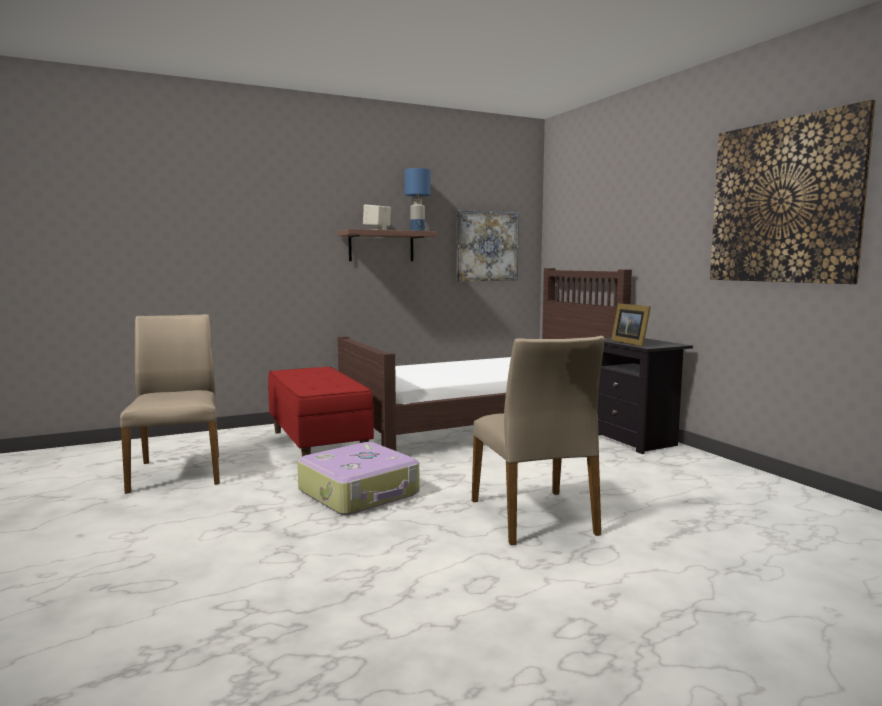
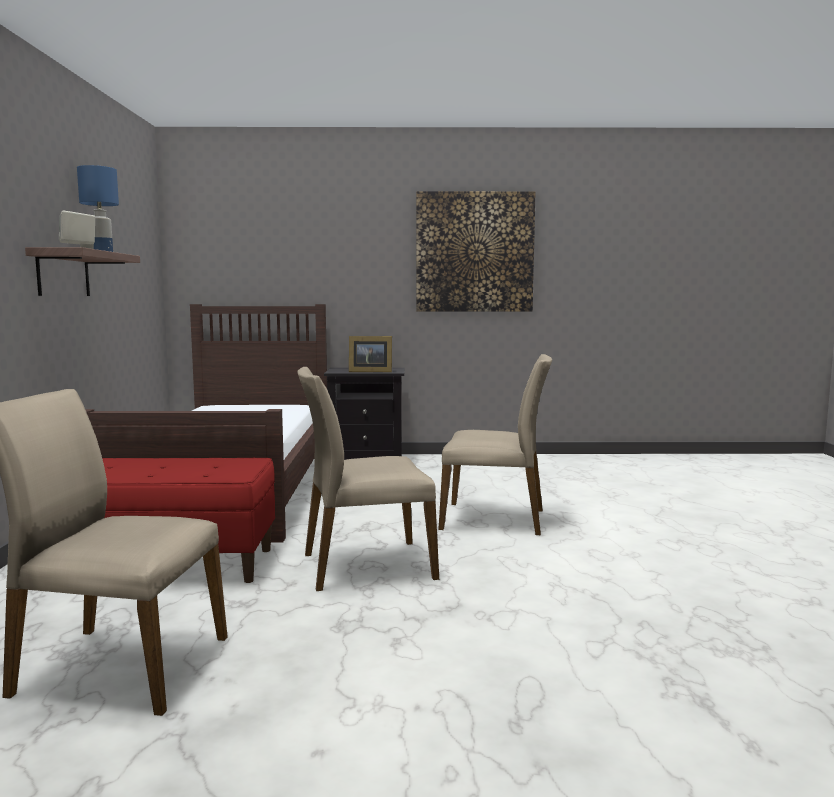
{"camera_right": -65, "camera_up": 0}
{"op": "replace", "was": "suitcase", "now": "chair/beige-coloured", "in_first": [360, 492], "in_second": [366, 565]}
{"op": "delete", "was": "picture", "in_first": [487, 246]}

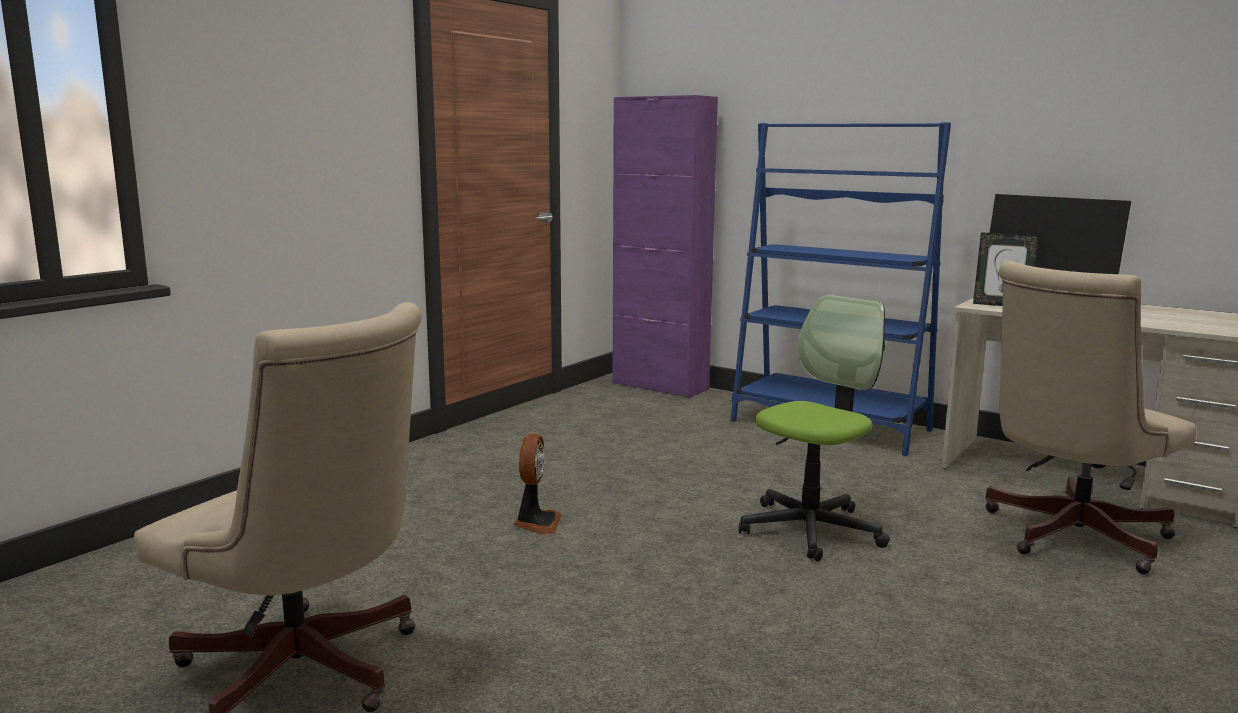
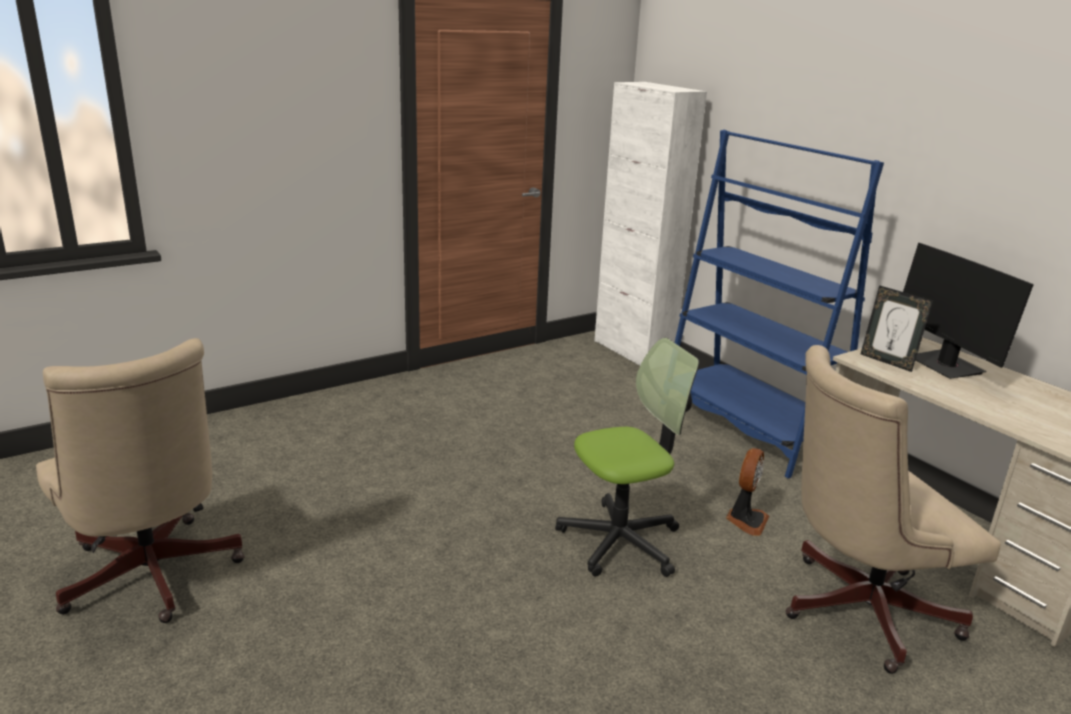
{"camera_right": 20, "camera_up": 10}
{"op": "recolor", "was": "storage cabinet/purplish", "now": "storage cabinet/white-coloured", "in_first": [660, 386], "in_second": [633, 352]}
{"op": "move", "was": "cooling fan", "in_first": [536, 523], "in_second": [746, 520]}

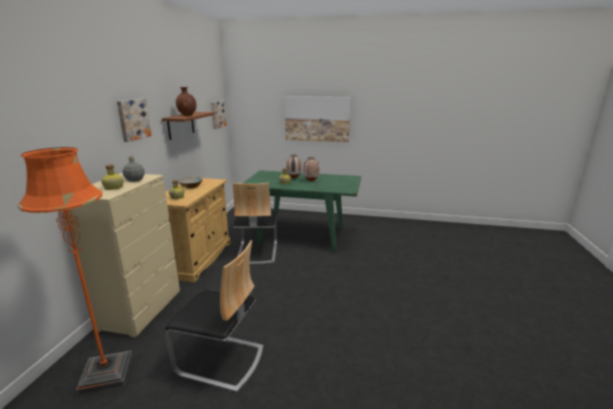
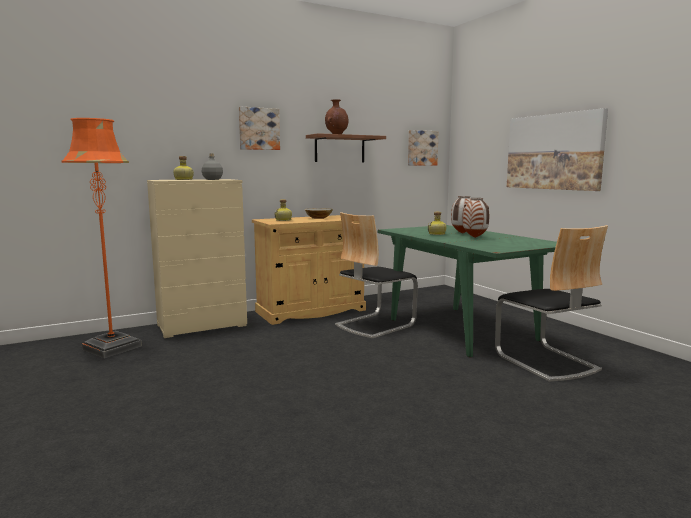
{"camera_right": 50, "camera_up": -10}
{"op": "move", "was": "chair", "in_first": [220, 360], "in_second": [546, 362]}

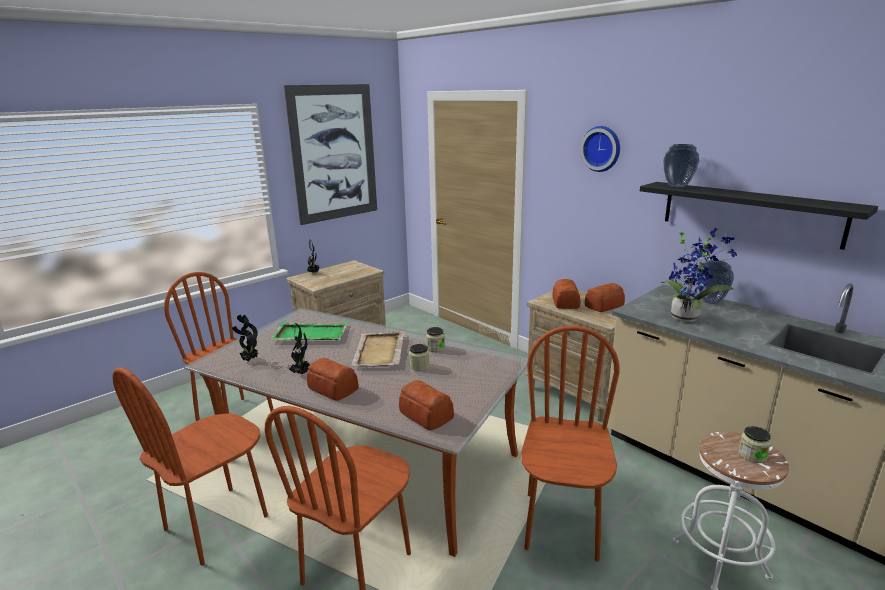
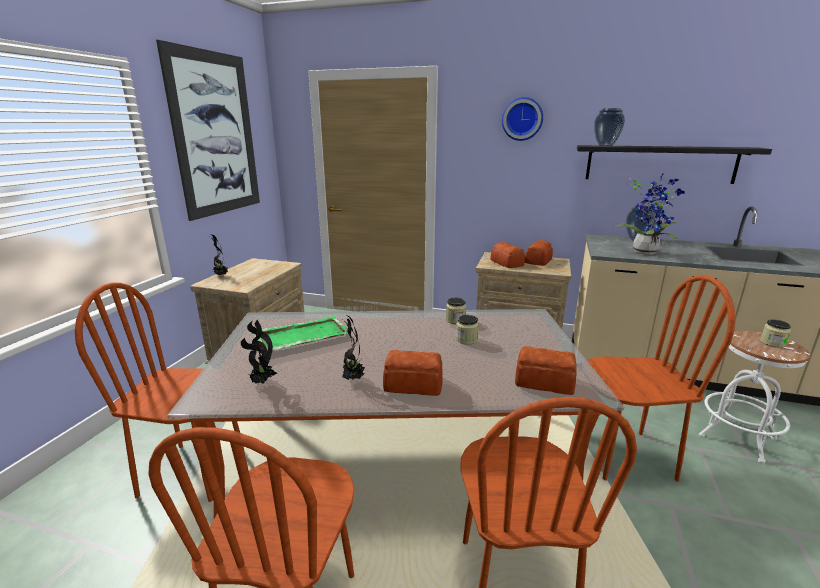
{"camera_right": -30, "camera_up": 0}
{"op": "rotate", "was": "chair/brown", "in_first": [562, 525], "in_second": [624, 456], "clockwise": 105}
{"op": "delete", "was": "tray/beige-coloured", "in_first": [379, 351]}

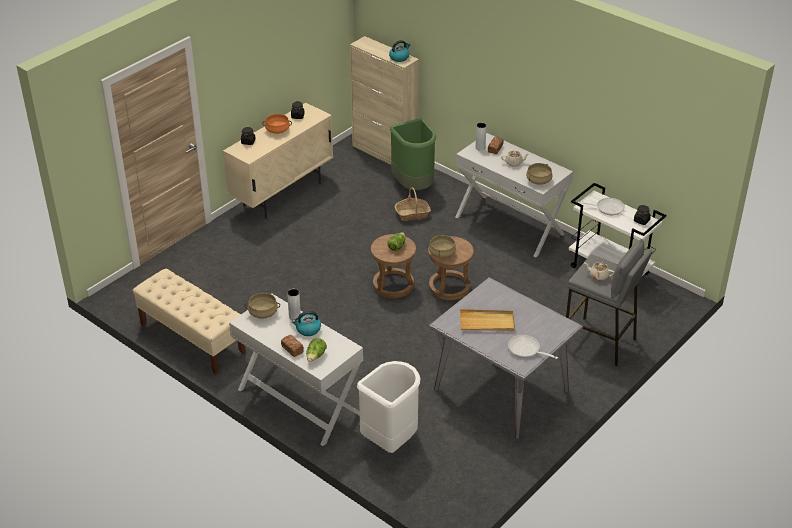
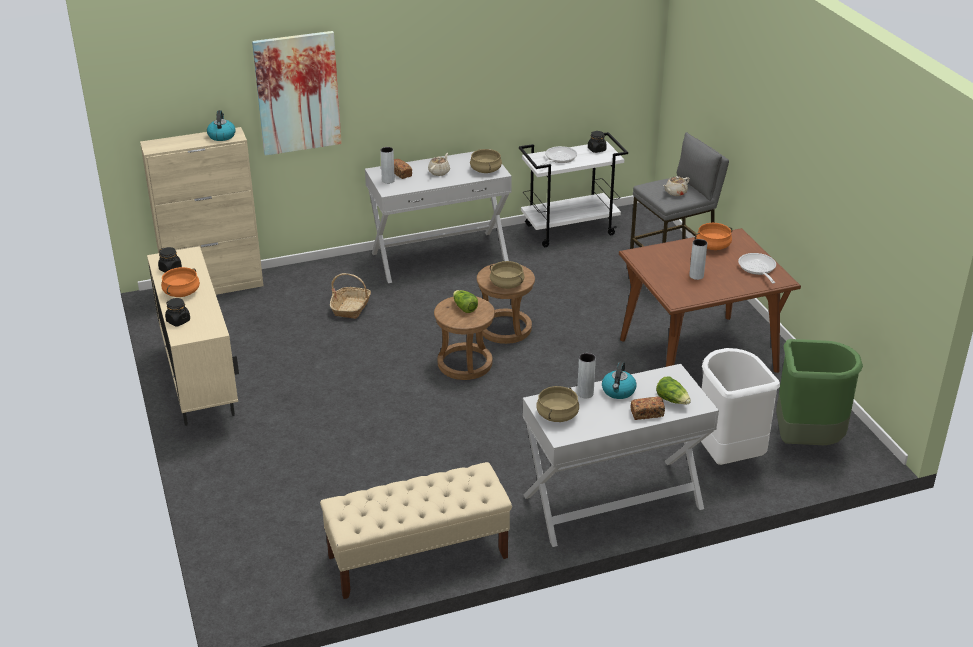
{"camera_right": -60, "camera_up": -5}
{"op": "insert", "now": "picture", "in_second": [297, 93]}
{"op": "recolor", "was": "dining table/greyish", "now": "dining table/brown", "in_first": [500, 389], "in_second": [697, 355]}
{"op": "replace", "was": "tray/beige-coloured", "now": "decorative vase/greyish", "in_first": [487, 323], "in_second": [696, 276]}
{"op": "insert", "now": "cooking pot/orange-coloured", "in_second": [713, 246]}
{"op": "rotate", "was": "skillet", "in_first": [526, 350], "in_second": [757, 268], "clockwise": 105}
{"op": "move", "was": "waste bin/greenish", "in_first": [414, 186], "in_second": [806, 440]}

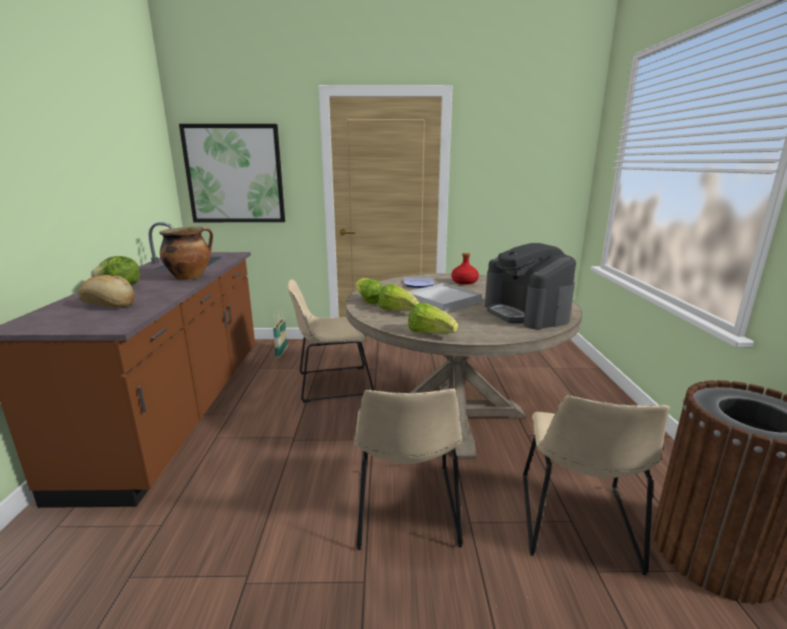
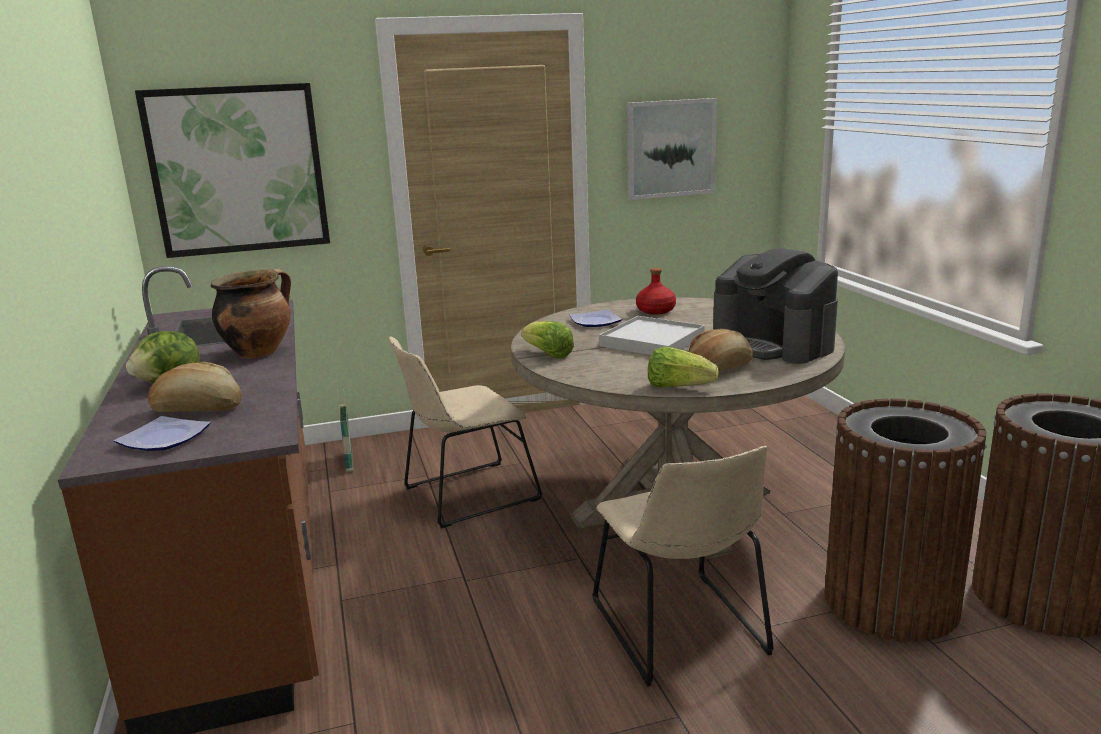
{"camera_right": -15, "camera_up": 0}
{"op": "insert", "now": "dinner plate", "in_second": [166, 439]}
{"op": "insert", "now": "picture", "in_second": [670, 148]}
{"op": "insert", "now": "bread", "in_second": [719, 369]}
{"op": "replace", "was": "chair/beige-coloured", "now": "waste bin/brown", "in_first": [577, 525], "in_second": [890, 602]}
{"op": "delete", "was": "lettuce", "in_first": [397, 311]}

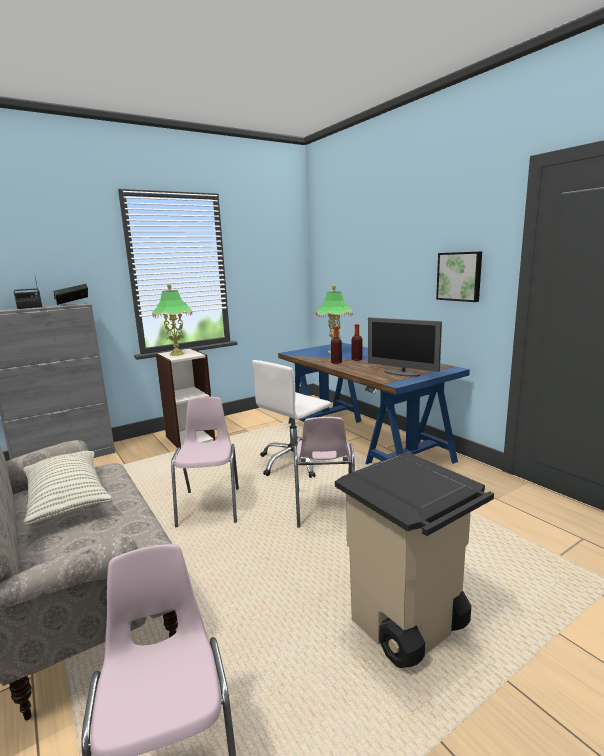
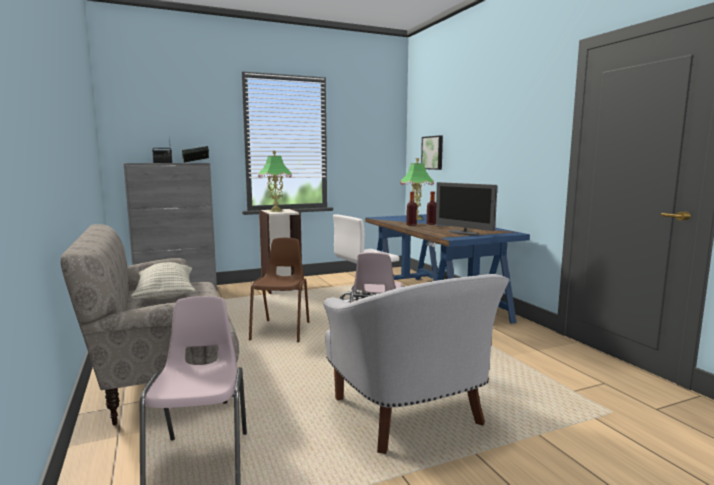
{"camera_right": 10, "camera_up": -5}
{"op": "recolor", "was": "chair/pinkish", "now": "chair/brown", "in_first": [210, 506], "in_second": [282, 330]}
{"op": "replace", "was": "waste bin/beige-coloured", "now": "armchair/white-coloured", "in_first": [407, 626], "in_second": [410, 415]}
{"op": "move", "was": "picture", "in_first": [459, 276], "in_second": [433, 152]}

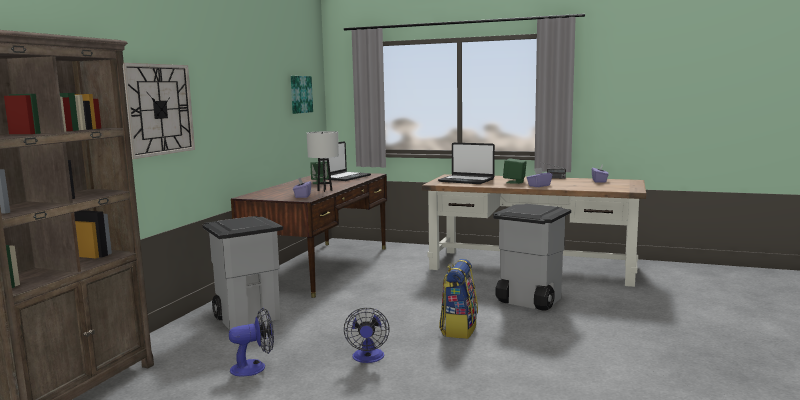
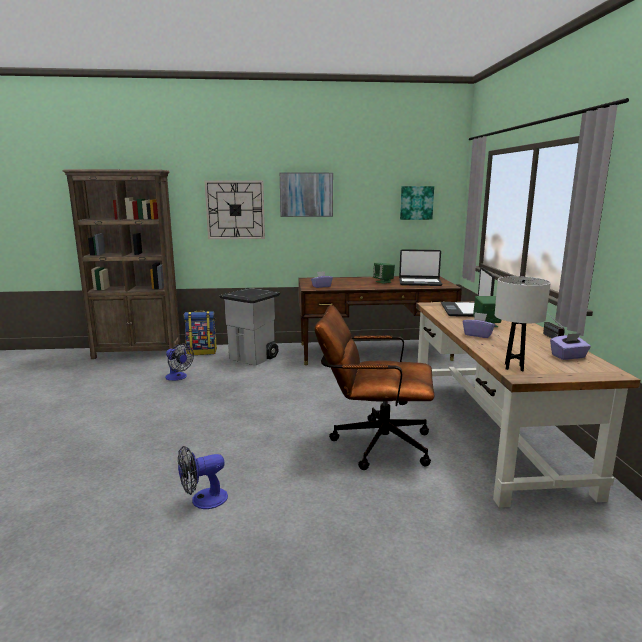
{"camera_right": 65, "camera_up": 5}
{"op": "move", "was": "cooling fan", "in_first": [368, 358], "in_second": [203, 500]}
{"op": "move", "was": "rucksack", "in_first": [458, 329], "in_second": [202, 352]}
{"op": "insert", "now": "picture", "in_second": [306, 194]}
{"op": "replace", "was": "waste bin/greyish", "now": "desk chair/brown", "in_first": [528, 301], "in_second": [373, 443]}
{"op": "move", "was": "tabletop lamp/white-coloured", "in_first": [324, 190], "in_second": [513, 367]}

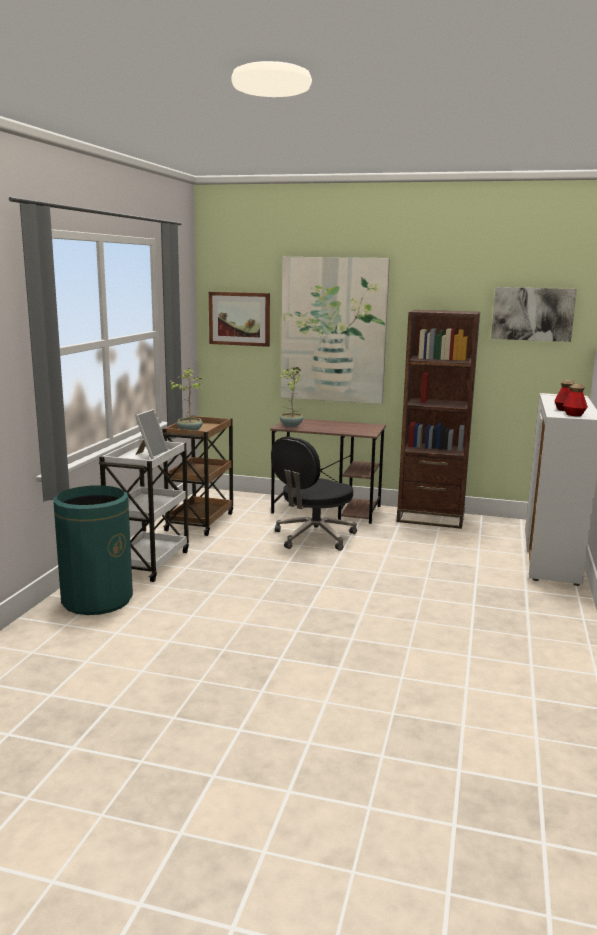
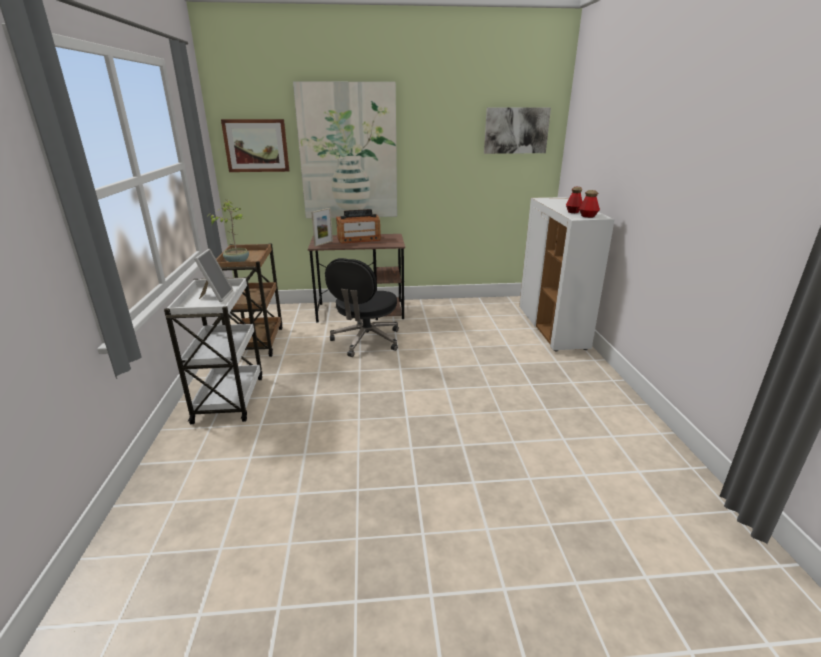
{"camera_right": -20, "camera_up": 10}
{"op": "replace", "was": "plant in a pot", "now": "standing frame", "in_first": [290, 425], "in_second": [323, 243]}
{"op": "insert", "now": "radio receiver", "in_second": [359, 239]}
{"op": "delete", "was": "waste bin/greenish", "in_first": [97, 600]}
{"op": "delete", "was": "bookshelf/brown", "in_first": [430, 518]}

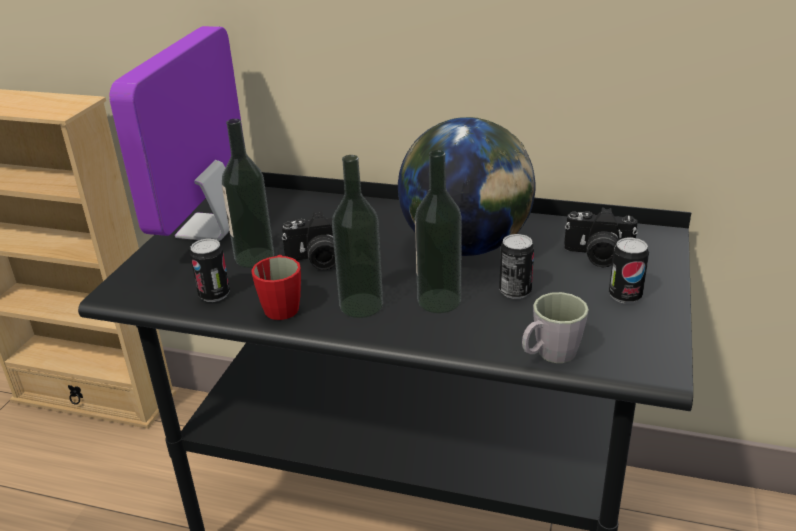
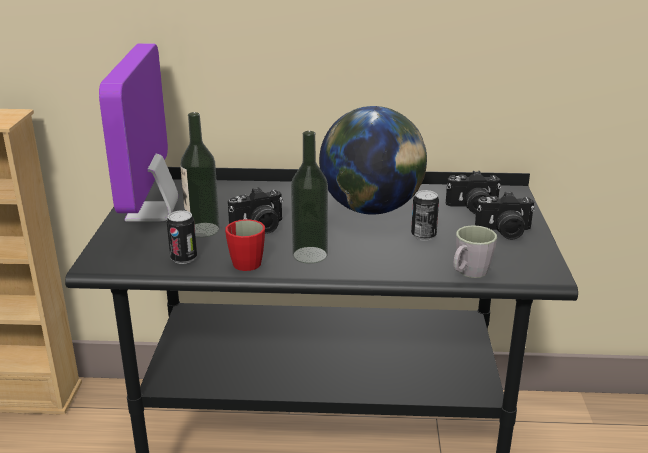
{"camera_right": -15, "camera_up": -5}
{"op": "replace", "was": "metal can", "now": "photo camera", "in_first": [625, 296], "in_second": [504, 232]}
{"op": "delete", "was": "beverage bottle", "in_first": [439, 301]}

